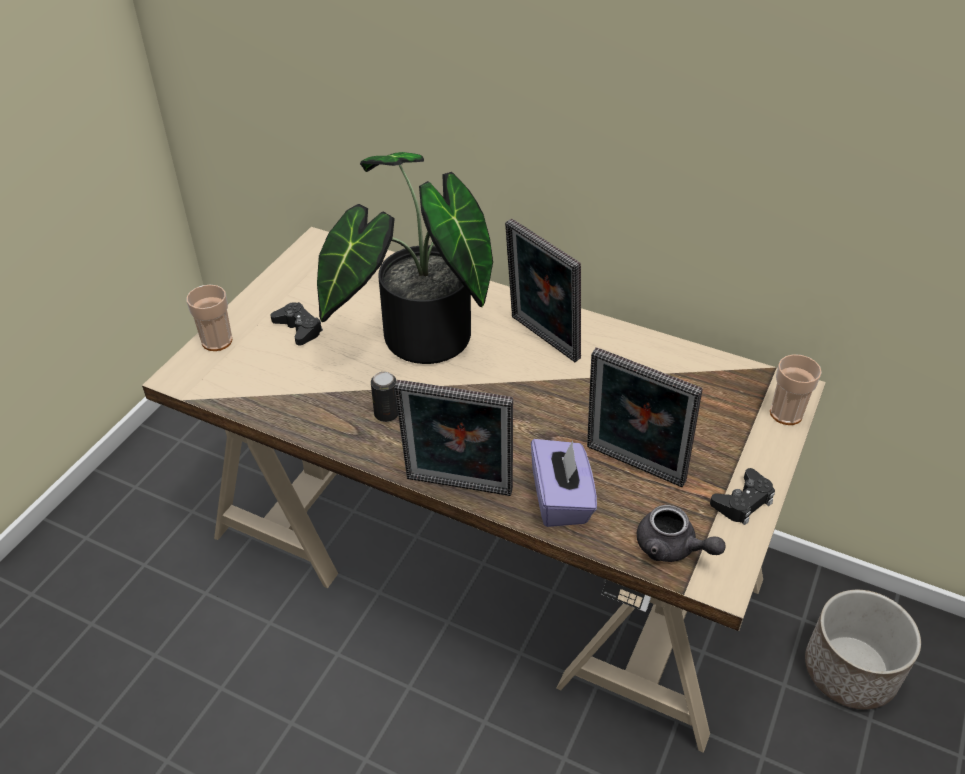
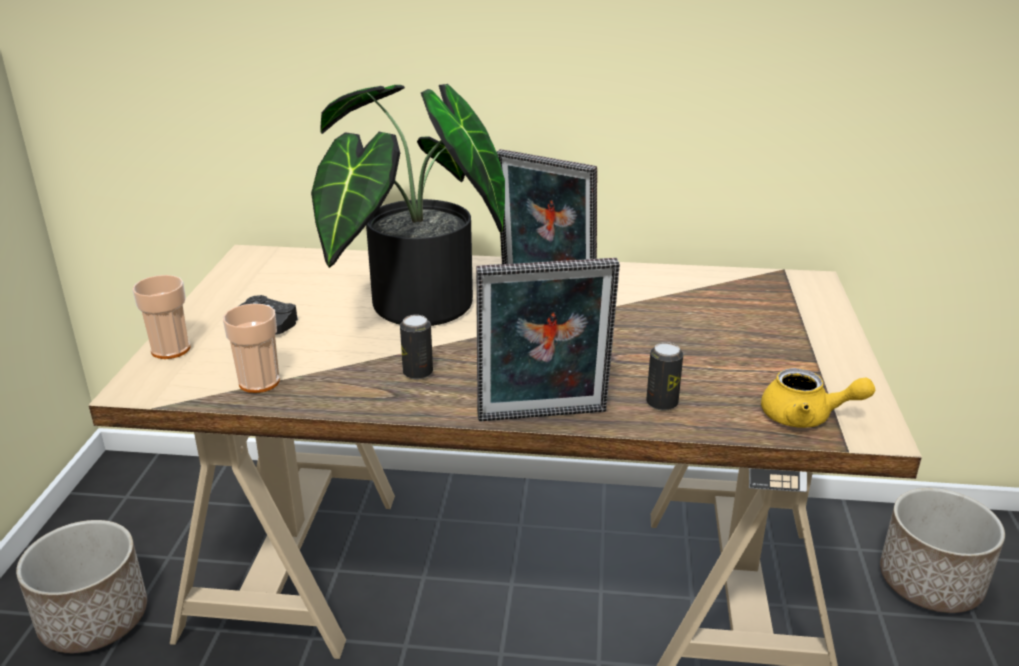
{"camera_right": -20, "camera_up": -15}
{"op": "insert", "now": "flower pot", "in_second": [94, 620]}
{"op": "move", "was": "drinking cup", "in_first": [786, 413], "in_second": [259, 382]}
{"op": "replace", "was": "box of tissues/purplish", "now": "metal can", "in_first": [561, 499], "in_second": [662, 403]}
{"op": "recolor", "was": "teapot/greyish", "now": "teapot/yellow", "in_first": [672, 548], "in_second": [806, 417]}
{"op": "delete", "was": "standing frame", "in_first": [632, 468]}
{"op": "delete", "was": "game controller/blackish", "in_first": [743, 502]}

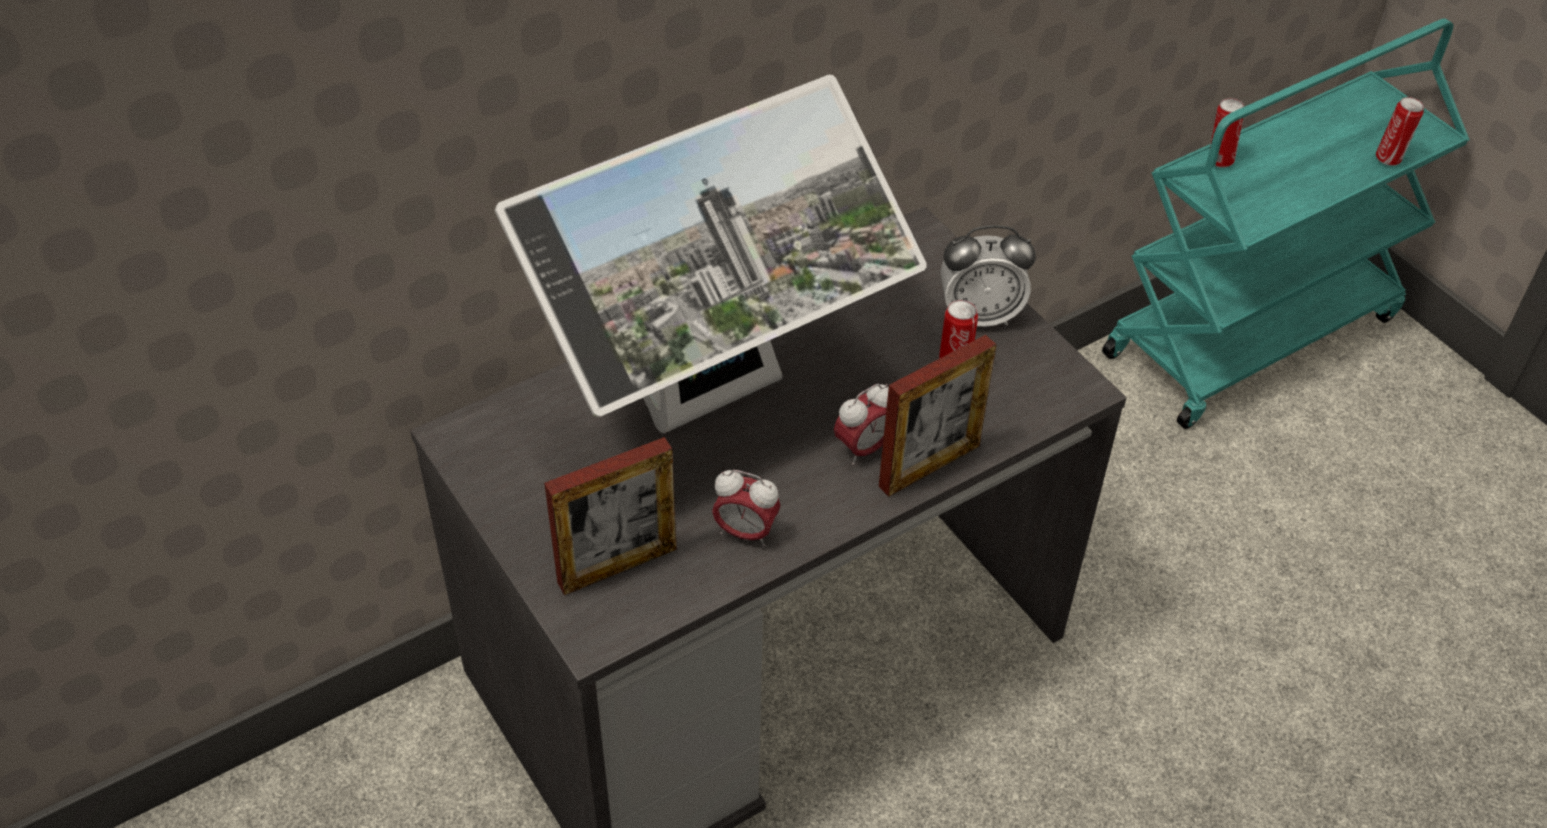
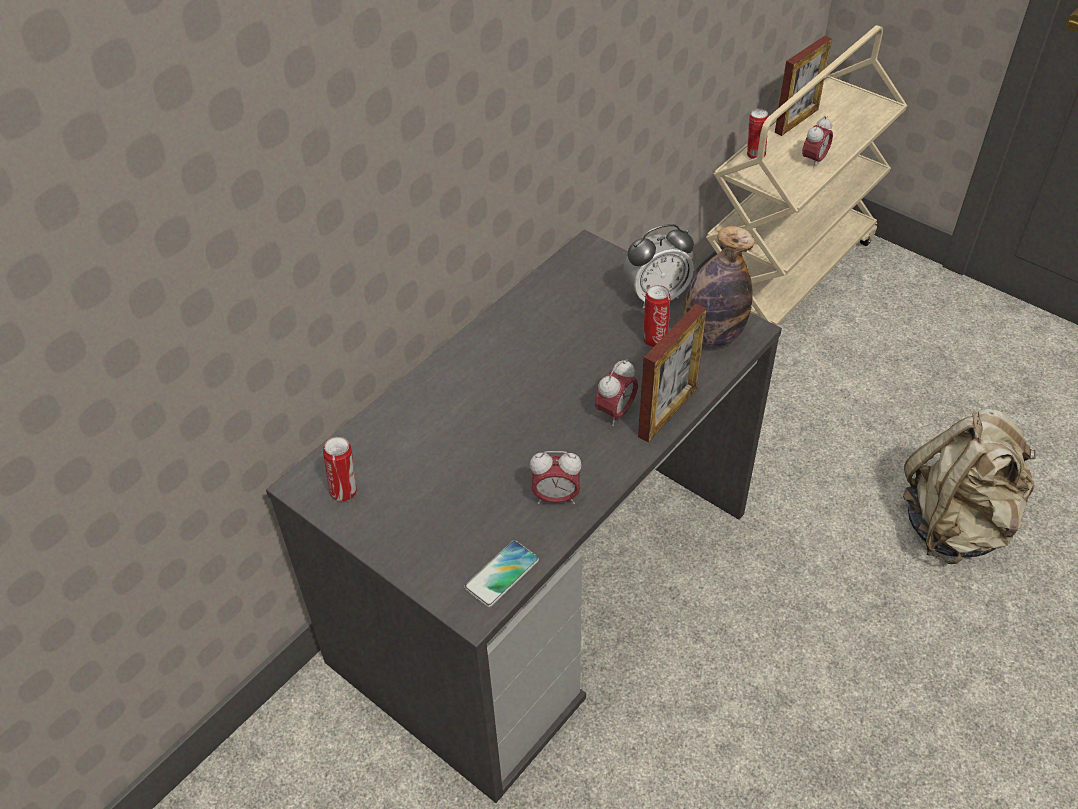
{"camera_right": -15, "camera_up": 0}
{"op": "move", "was": "metal can", "in_first": [1389, 158], "in_second": [345, 491]}
{"op": "insert", "now": "telephone", "in_second": [502, 574]}
{"op": "insert", "now": "beverage bottle", "in_second": [712, 334]}
{"op": "recolor", "was": "wheeled cart/turquoise-coloured", "now": "wheeled cart/beige-coloured", "in_first": [1251, 333], "in_second": [785, 274]}
{"op": "move", "was": "standing frame", "in_first": [617, 566], "in_second": [796, 121]}
{"op": "insert", "now": "table clock", "in_second": [814, 160]}
{"op": "insert", "now": "rucksack/beige-coloured", "in_second": [955, 524]}
{"op": "delete", "was": "computer display", "in_first": [716, 401]}

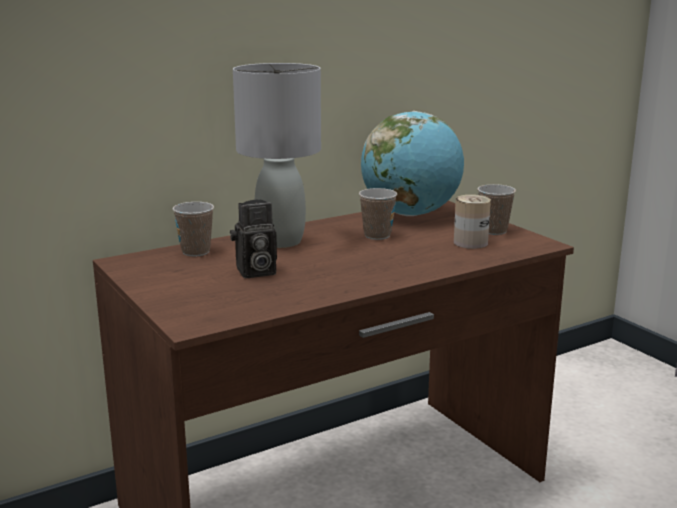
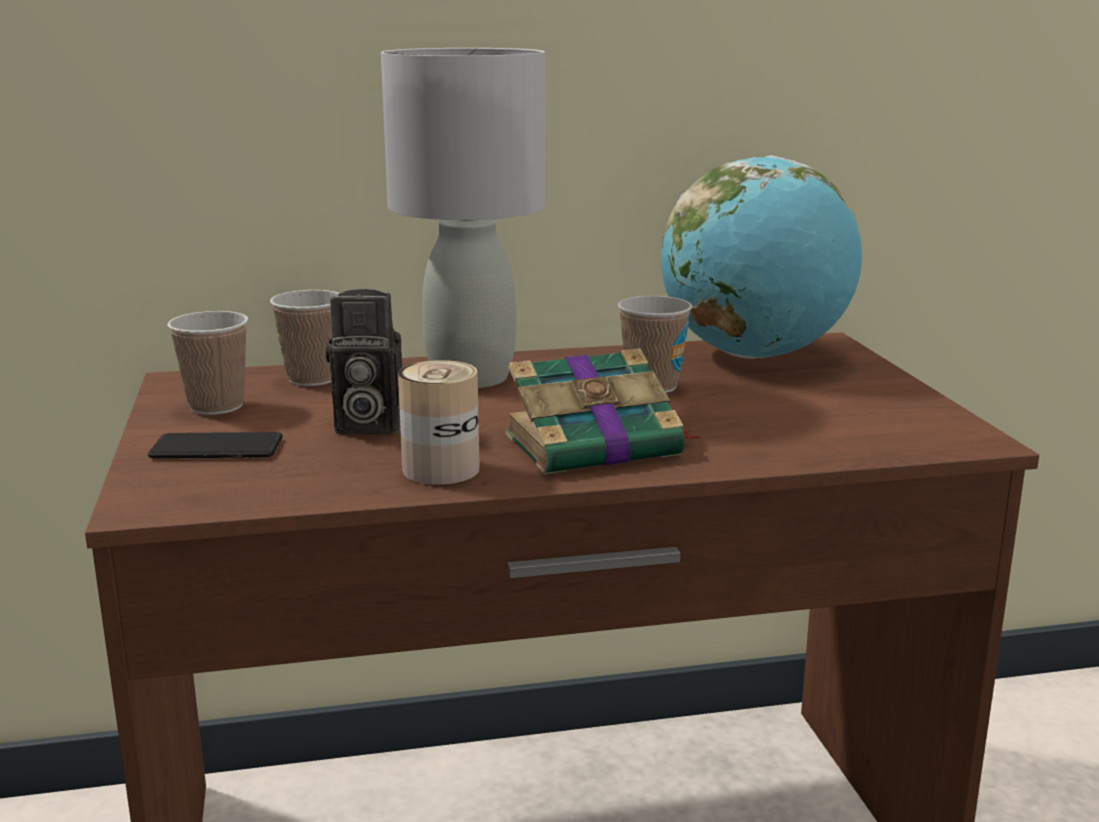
{"camera_right": 20, "camera_up": 0}
{"op": "insert", "now": "telephone", "in_second": [216, 448]}
{"op": "move", "was": "drinking cup", "in_first": [493, 231], "in_second": [216, 406]}
{"op": "move", "was": "metal can", "in_first": [470, 243], "in_second": [441, 469]}
{"op": "insert", "now": "bound book", "in_second": [597, 445]}

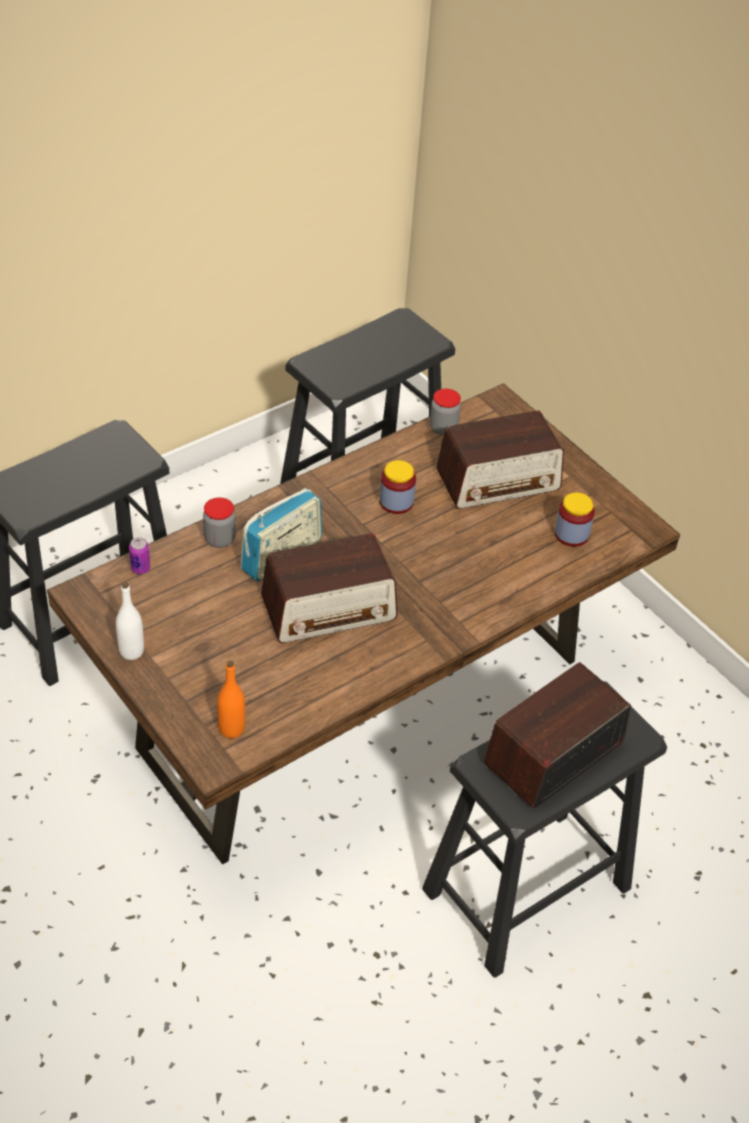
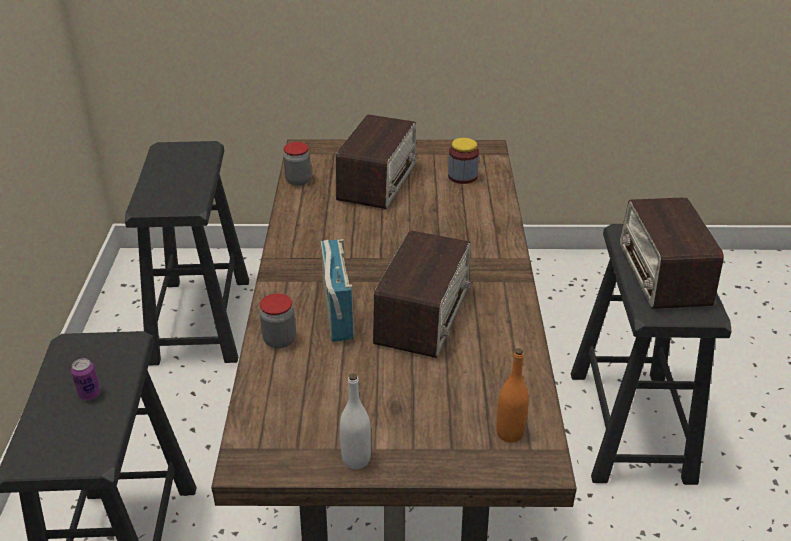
{"camera_right": -50, "camera_up": -10}
{"op": "move", "was": "metal can", "in_first": [140, 568], "in_second": [89, 394]}
{"op": "delete", "was": "preserve jar", "in_first": [396, 502]}

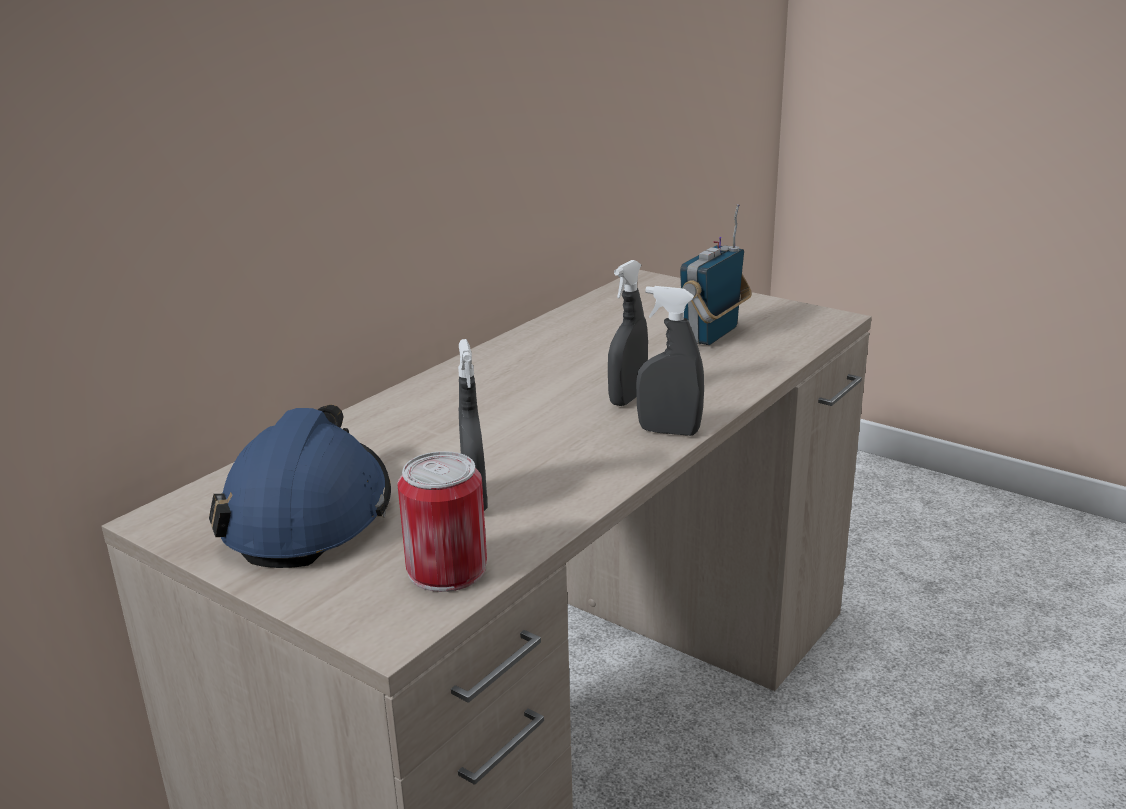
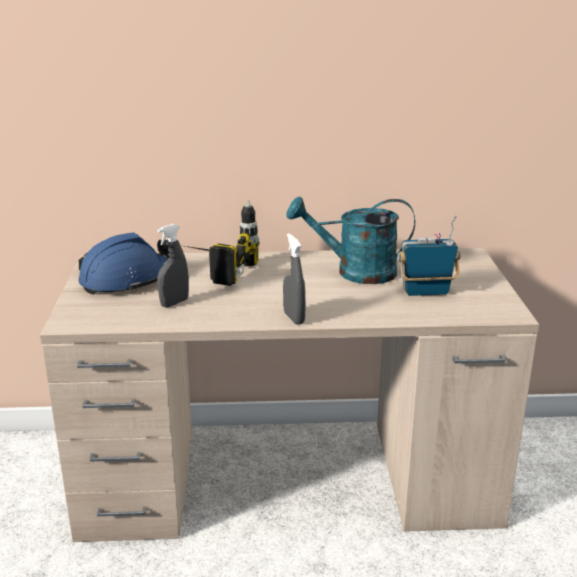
{"camera_right": 50, "camera_up": 0}
{"op": "insert", "now": "power drill", "in_second": [214, 271]}
{"op": "insert", "now": "watering can/turquoise-coloured", "in_second": [355, 272]}
{"op": "delete", "was": "metal can", "in_first": [447, 569]}
{"op": "delete", "was": "sprayer/greyish", "in_first": [628, 398]}

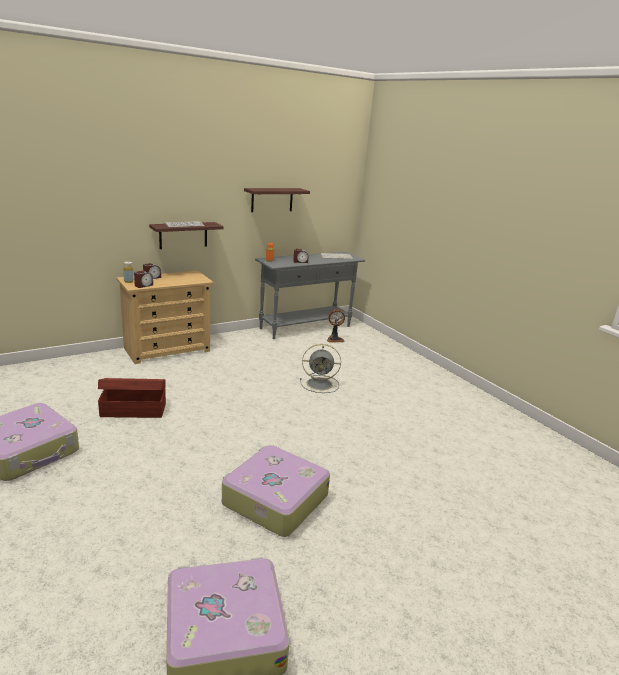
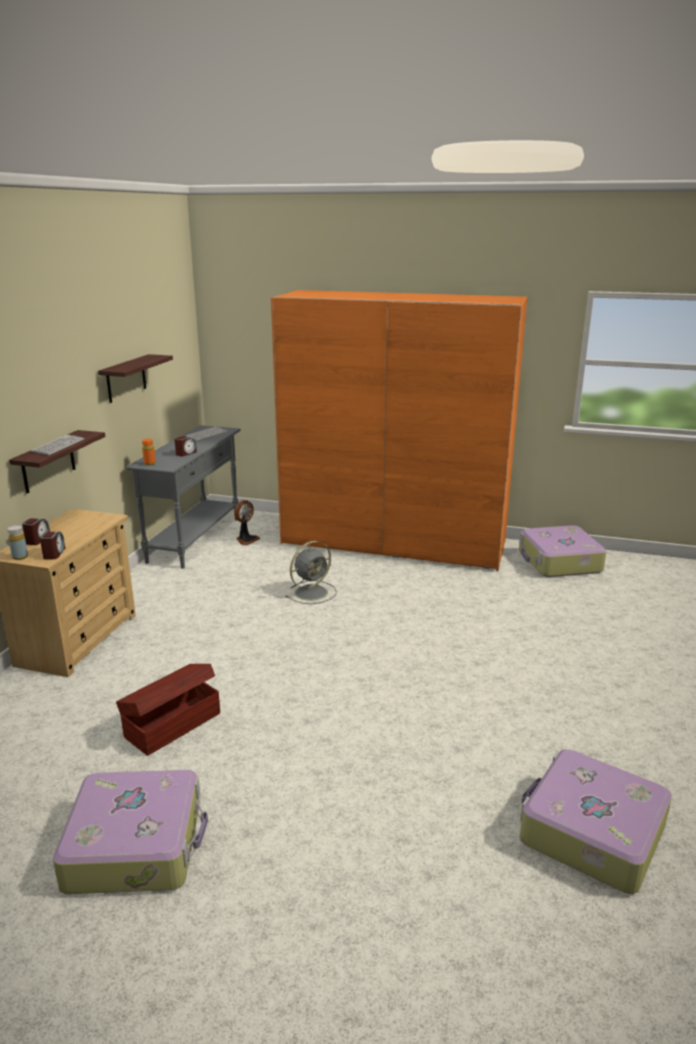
{"camera_right": -40, "camera_up": 0}
{"op": "insert", "now": "armoire/orange-coloured", "in_second": [394, 542]}
{"op": "move", "was": "suitcase", "in_first": [274, 499], "in_second": [558, 562]}

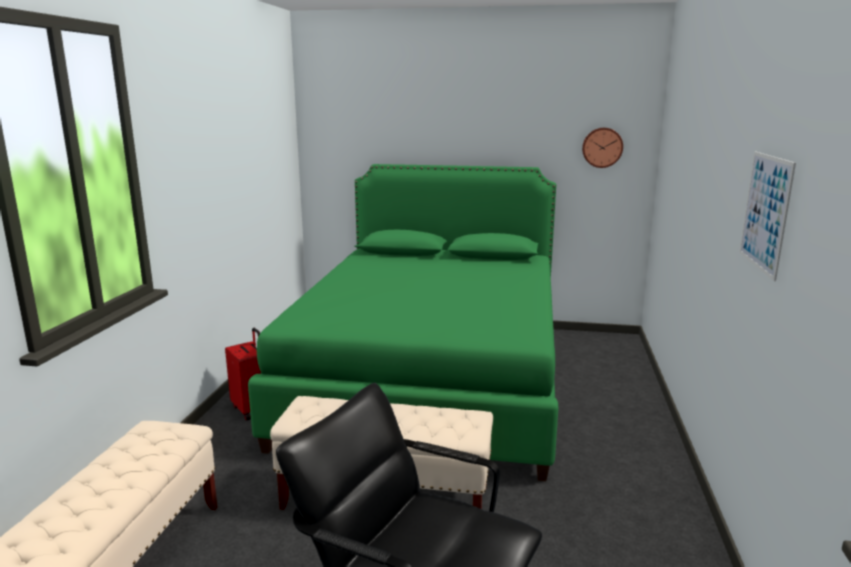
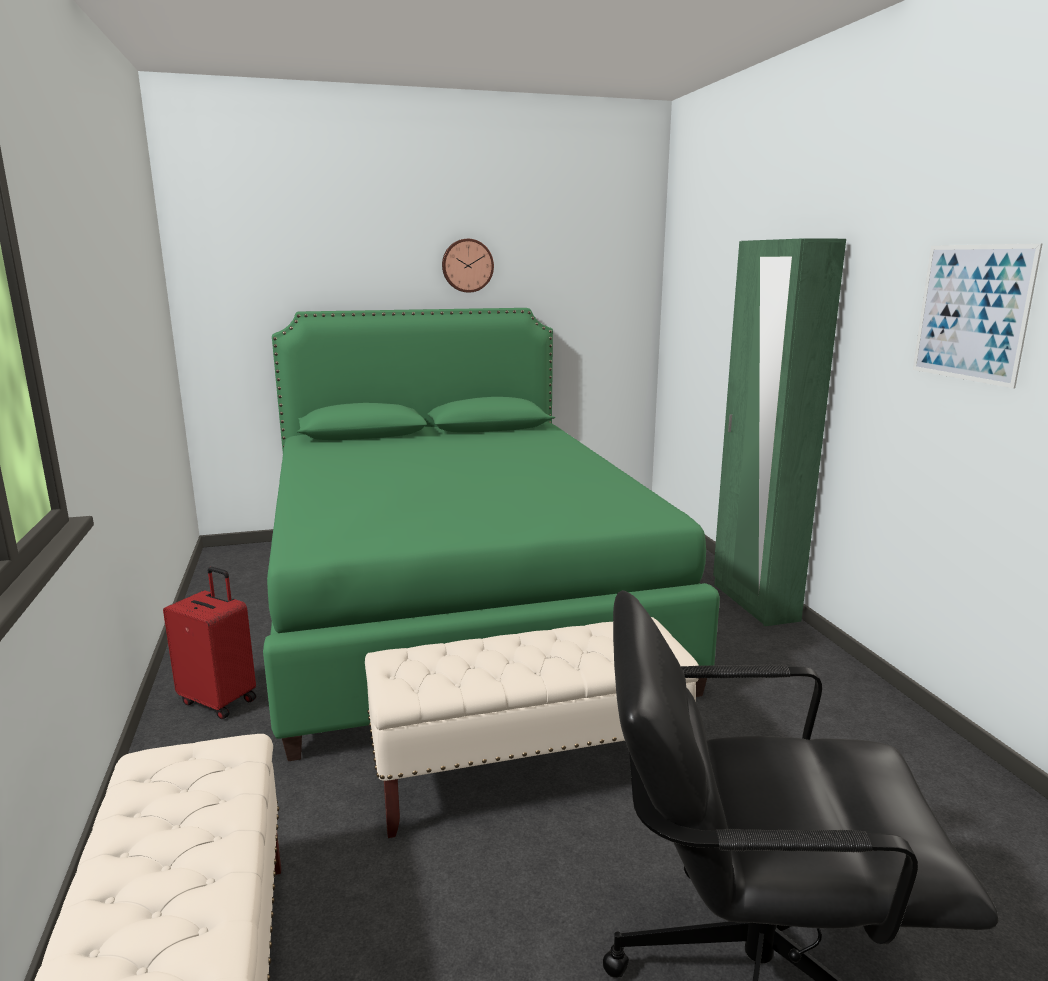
{"camera_right": -25, "camera_up": 0}
{"op": "move", "was": "wall clock", "in_first": [602, 147], "in_second": [467, 265]}
{"op": "insert", "now": "armoire/greenish", "in_second": [754, 602]}

